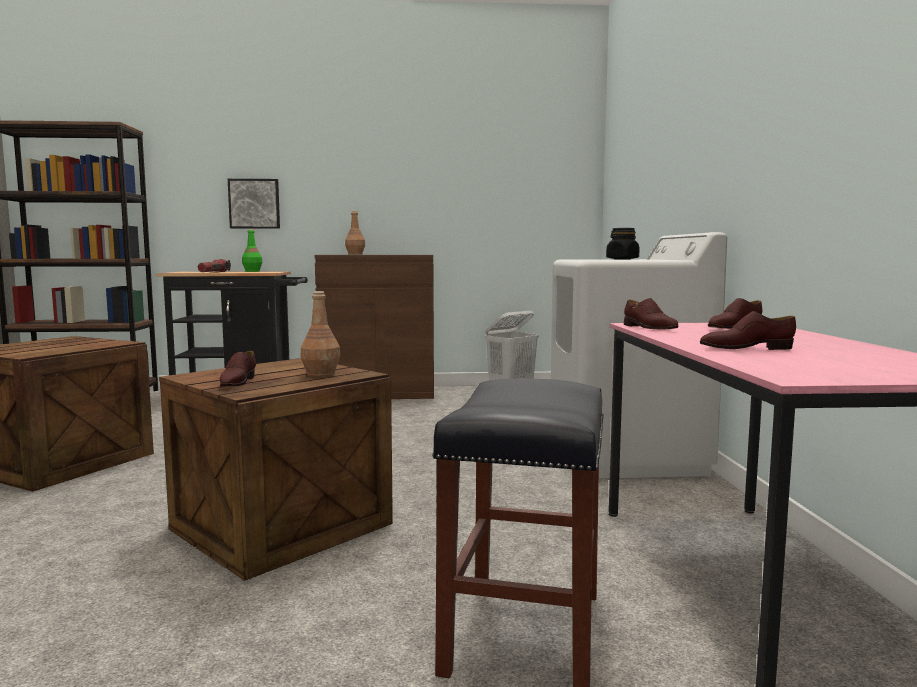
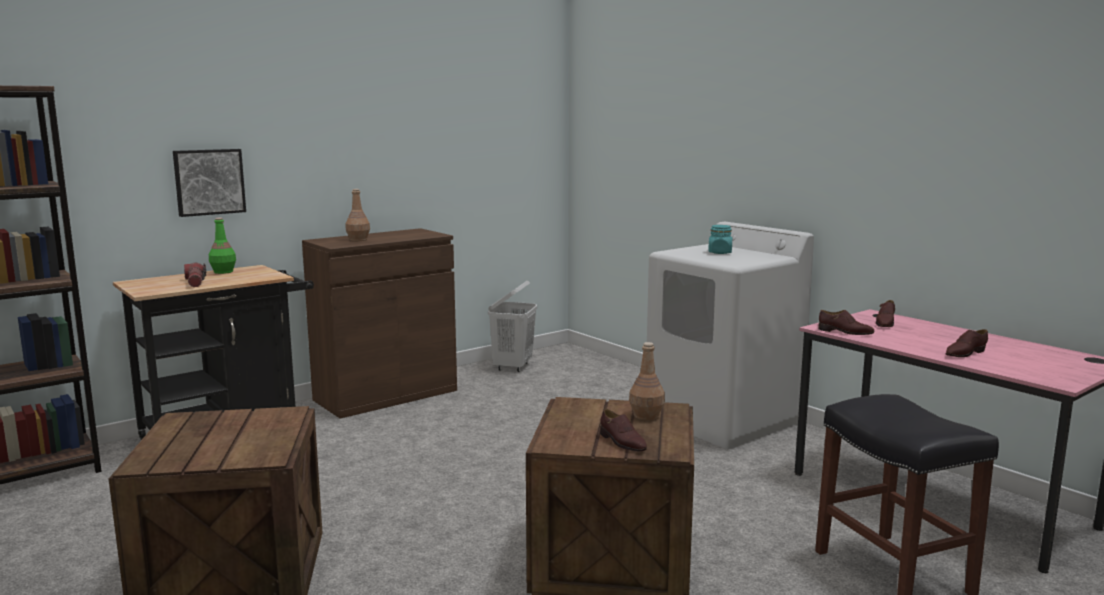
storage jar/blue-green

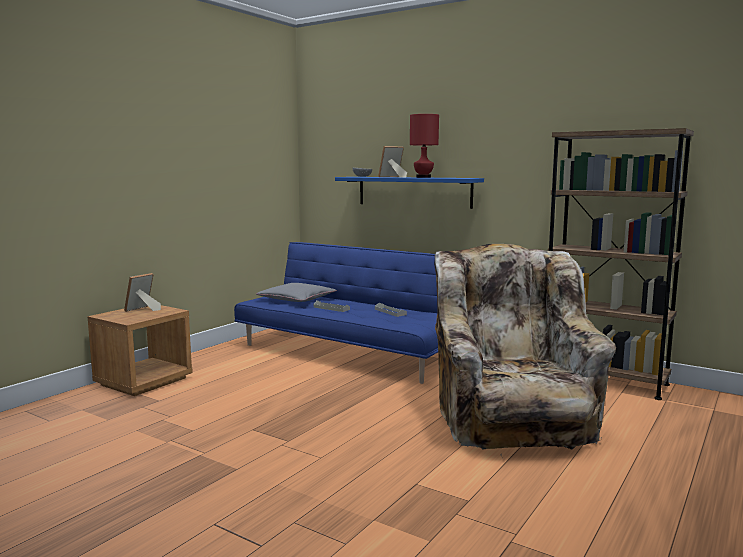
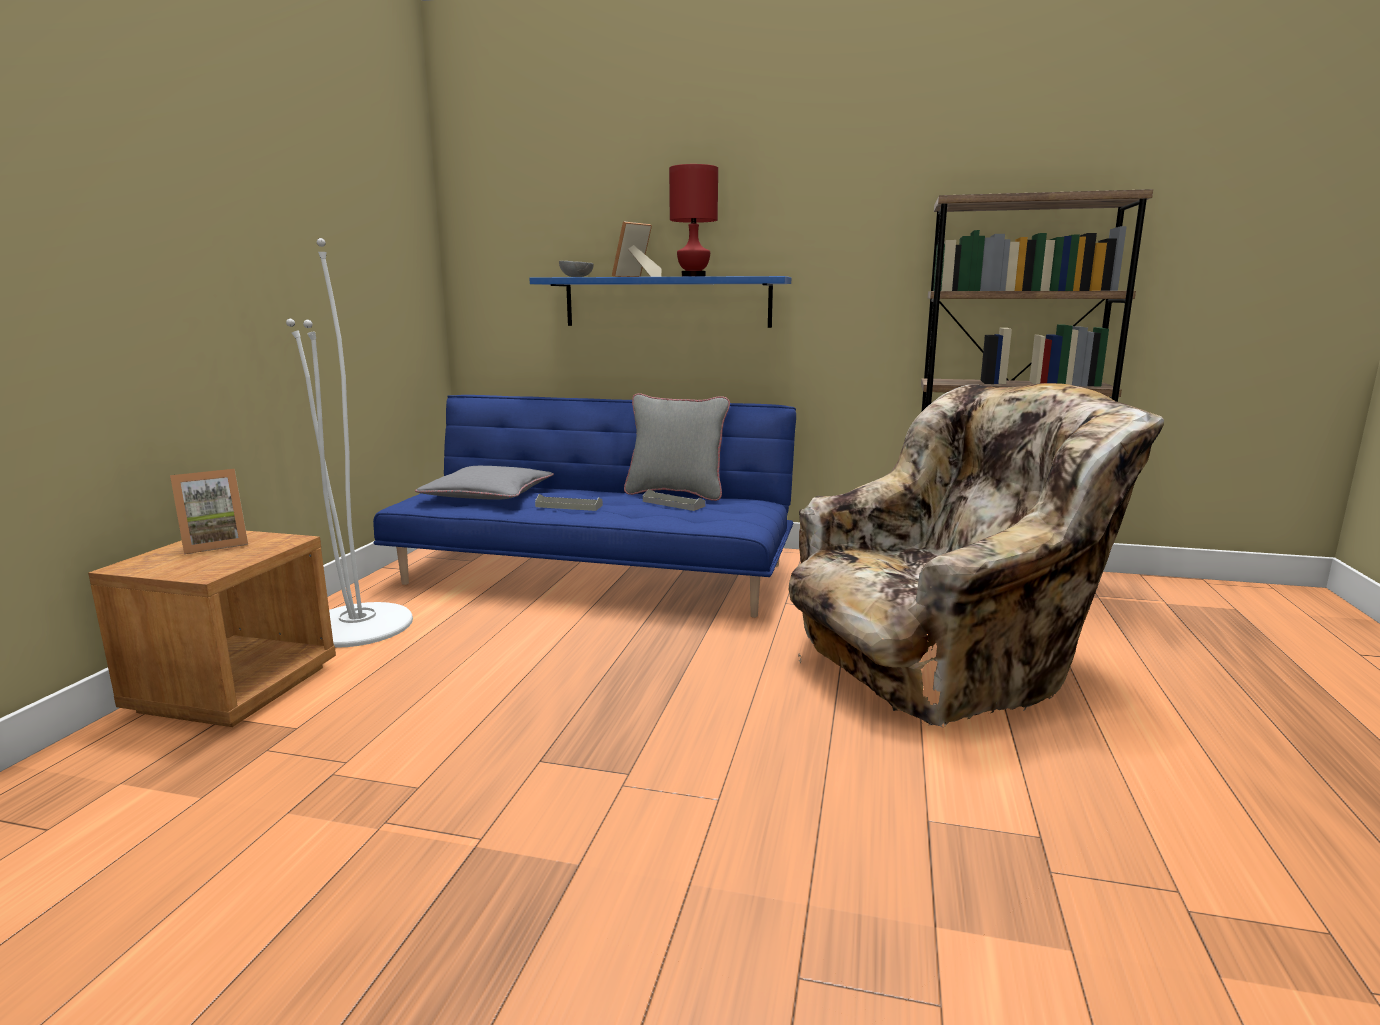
photo frame (no. 1 from left)
armchair/sand-coloured
standard lamp/white-coloured
pillow/gray (no. 2 from left)

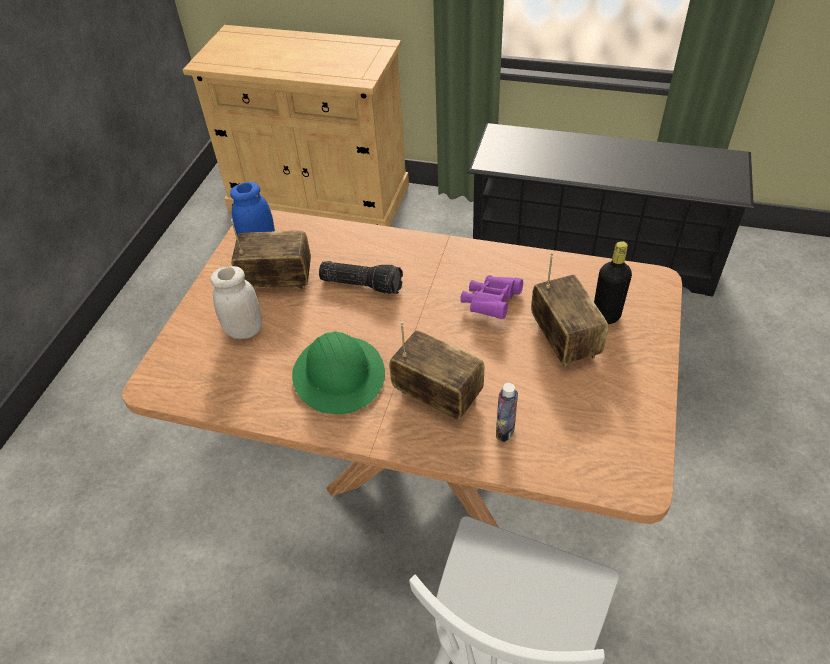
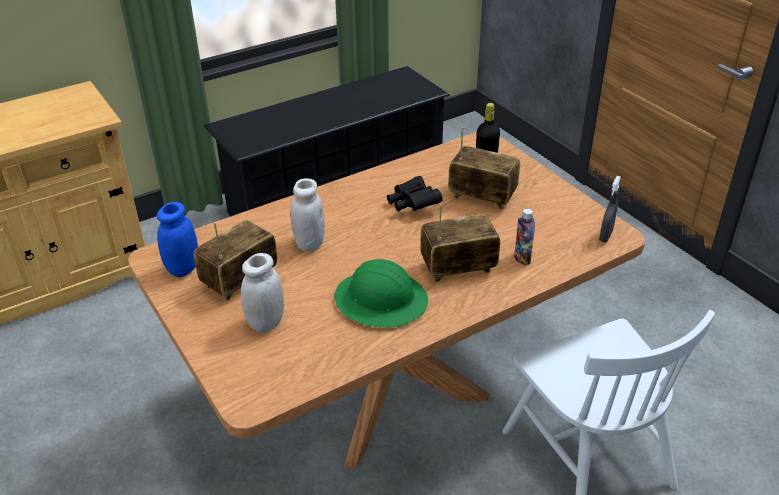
storage jar/white-coloured (no. 2 from left)
pair of binoculars/black-coloured
spray bottle/gray

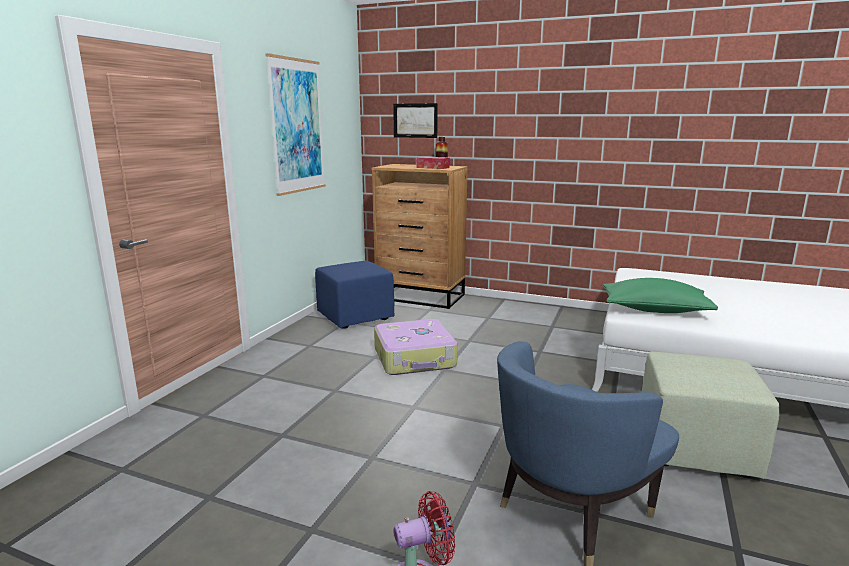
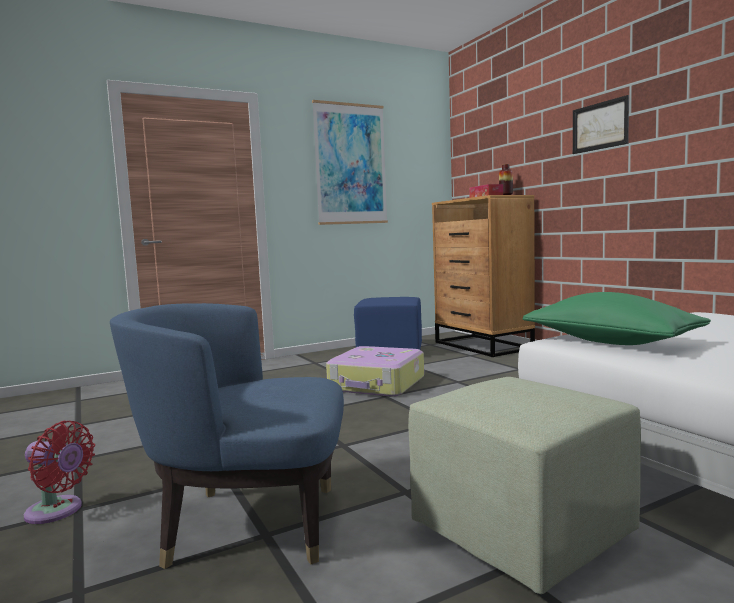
picture (no. 2 from left)

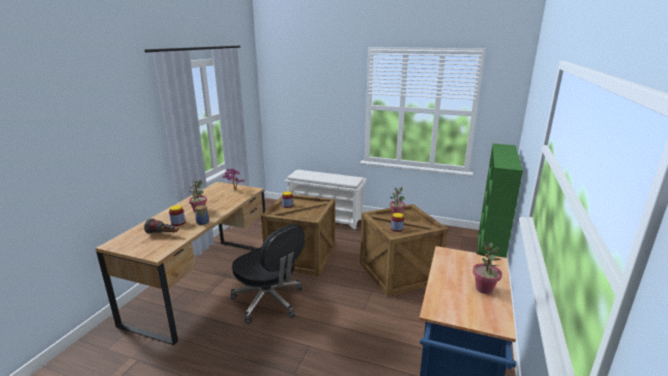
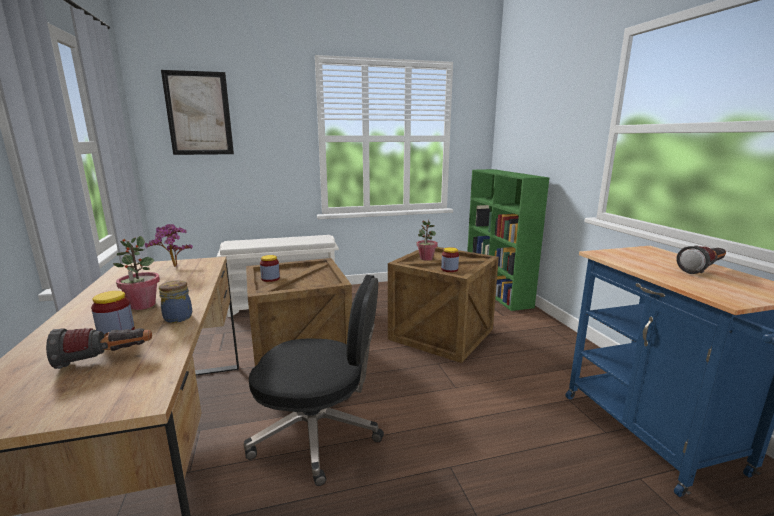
hand torch (no. 2 from left)
picture

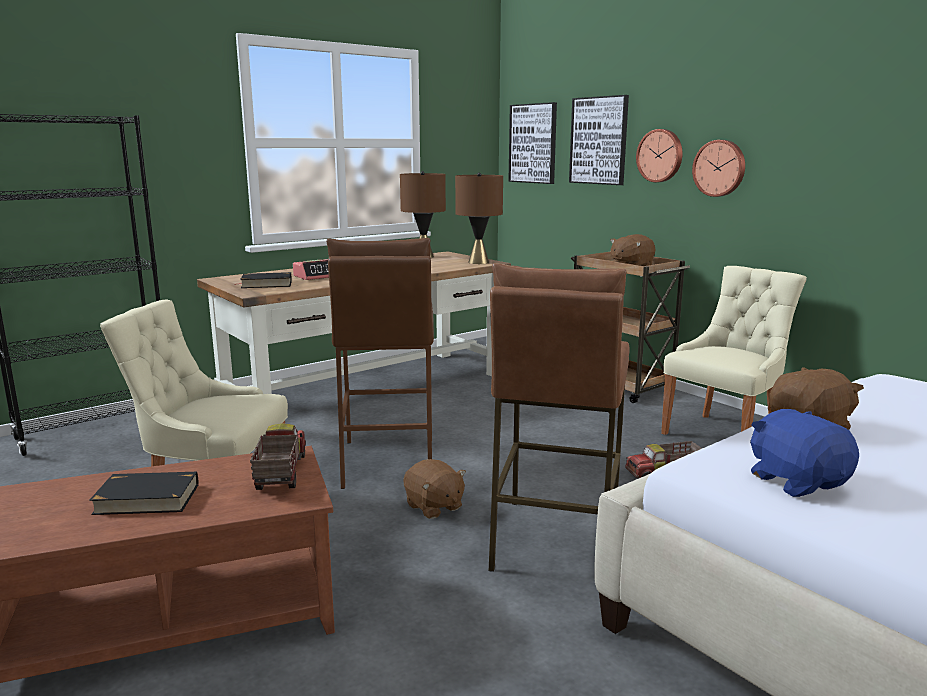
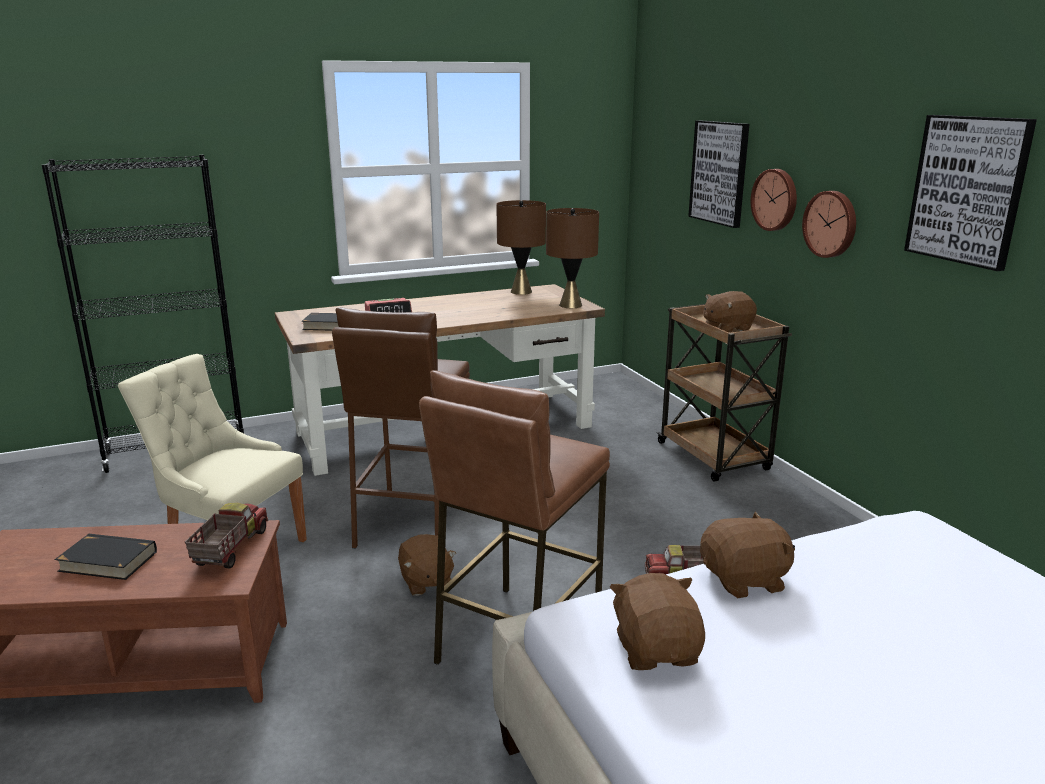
picture (no. 2 from left)
upright chair/sand-coloured (no. 2 from left in the first image)
soft toy/brown (no. 2 from left)

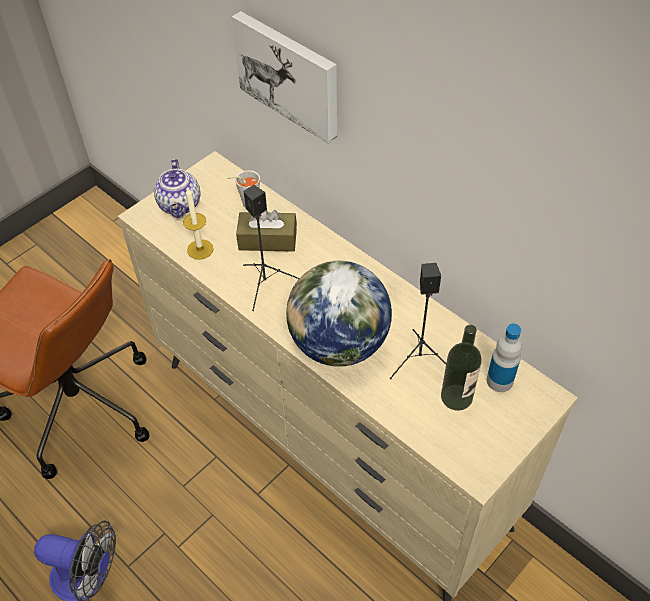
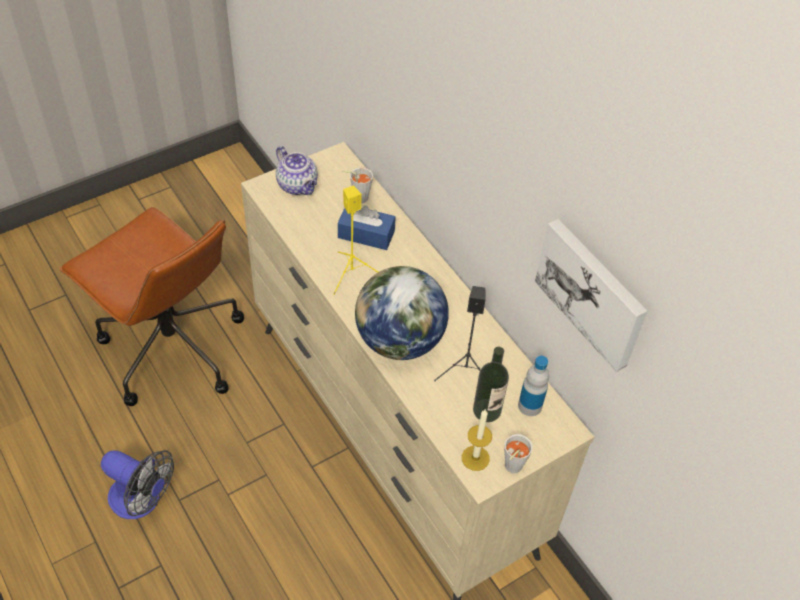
teapot
wax candle
picture
box of tissues/bluish
loudspeaker/yellow
cup/gray (no. 2 from left)

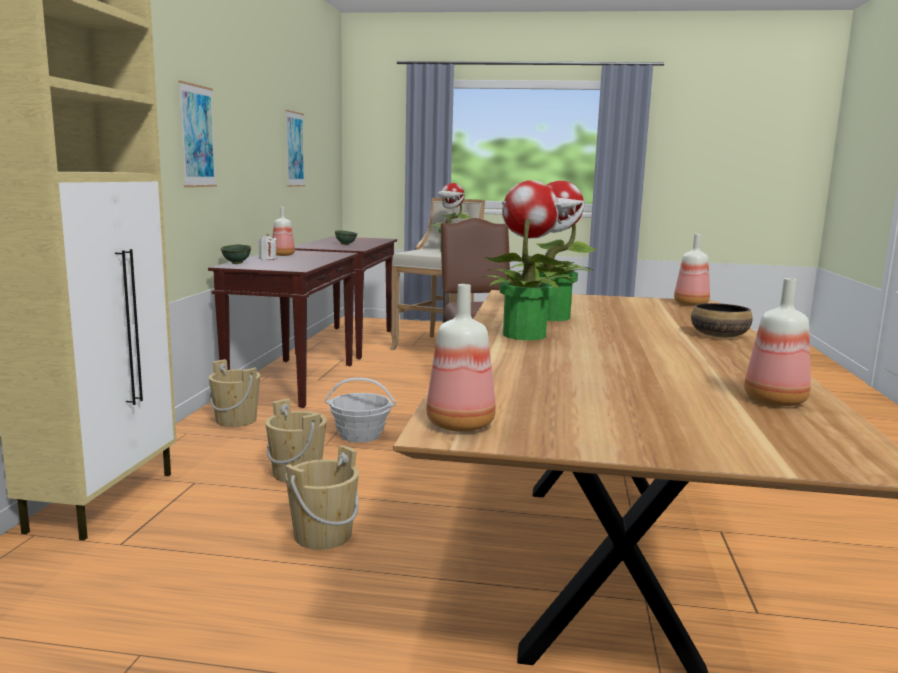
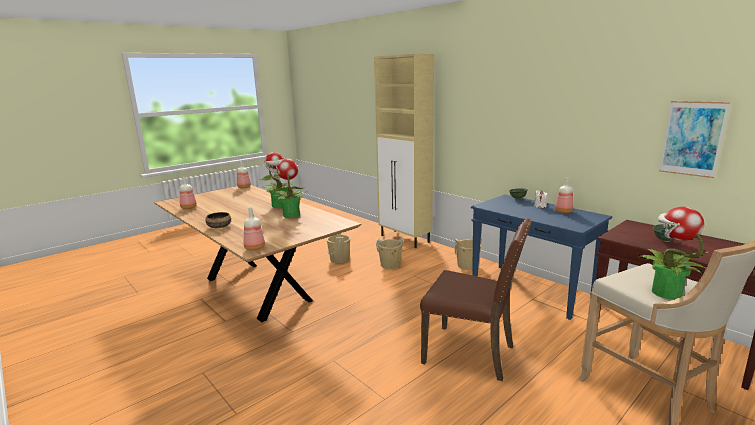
picture (no. 1 from left in the first image)
narrow table/bluish
storage basket

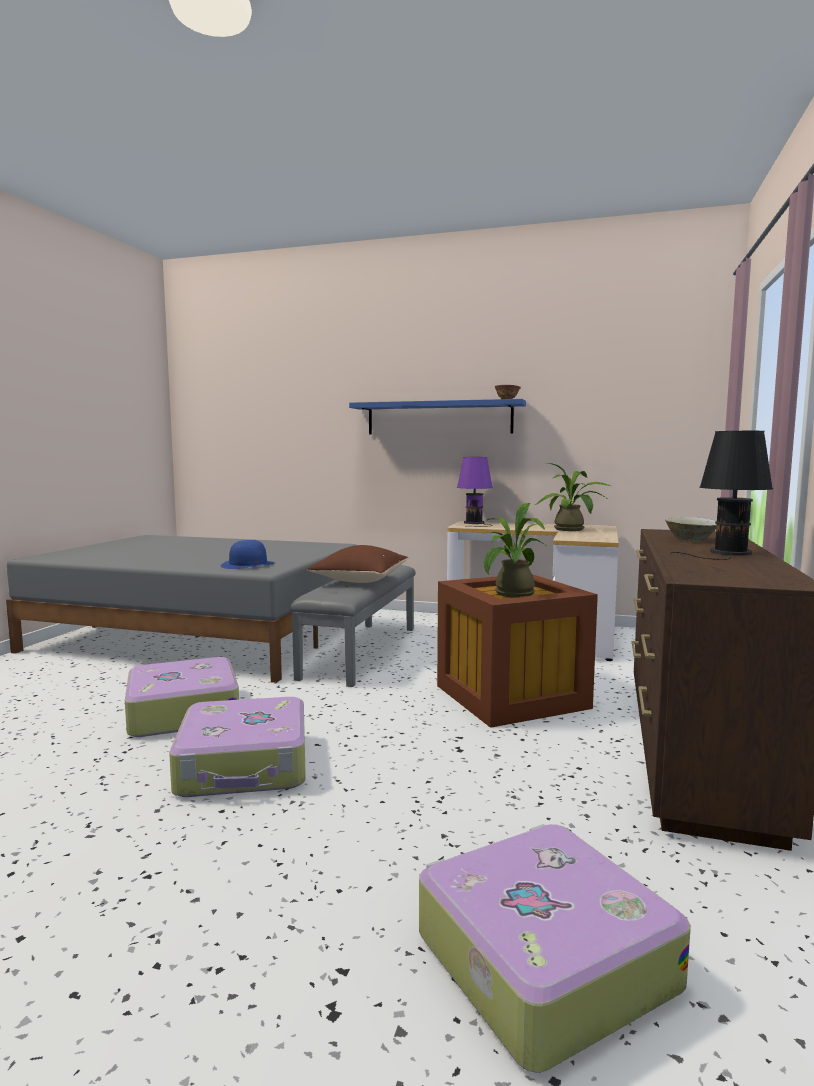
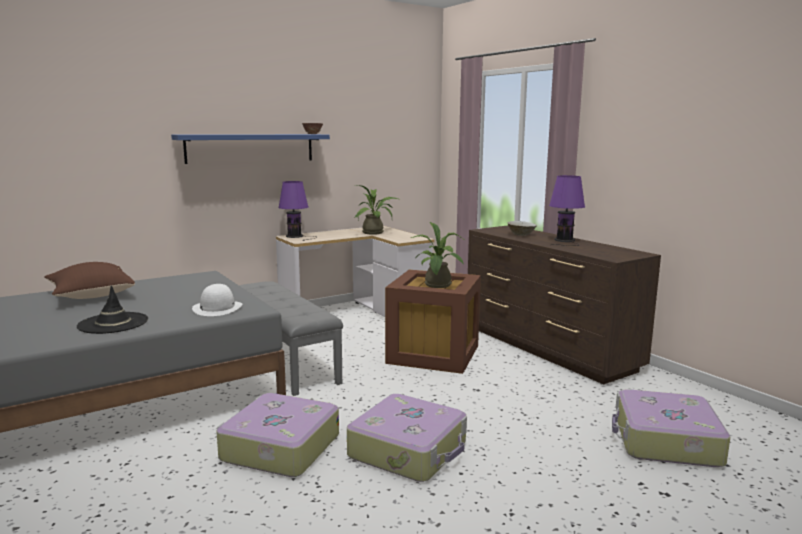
wearable hat/white-coloured
pillow/brown
table lamp/purple-coloured (no. 2 from left)
wearable hat/black-coloured

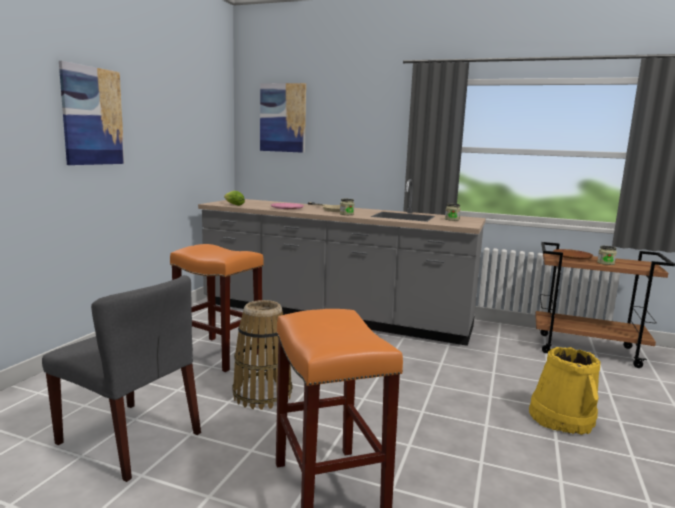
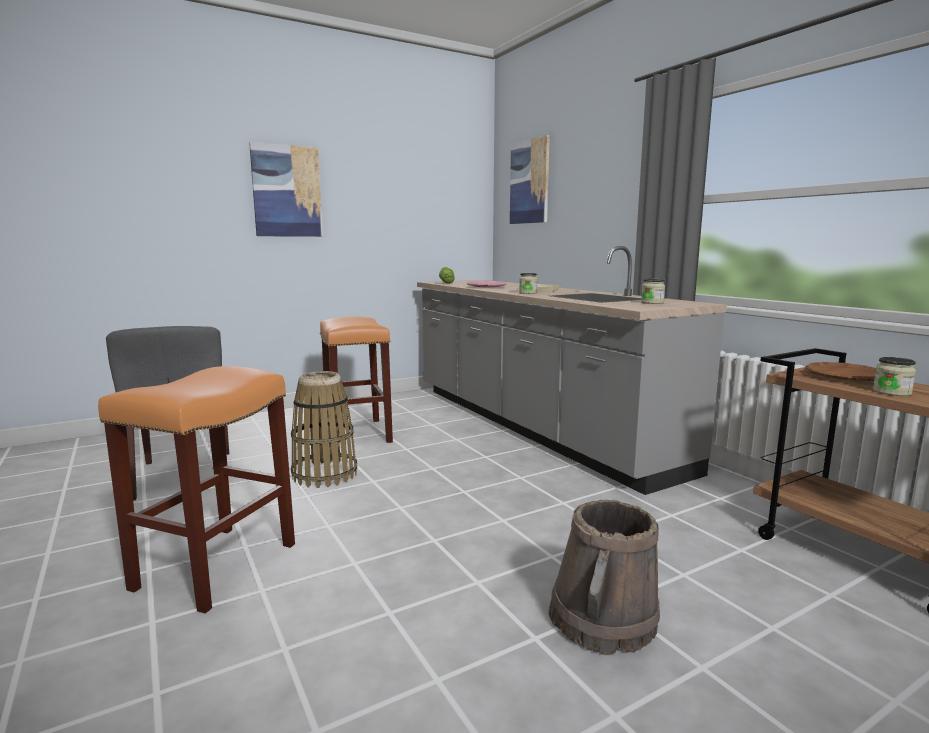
water bucket/brown

